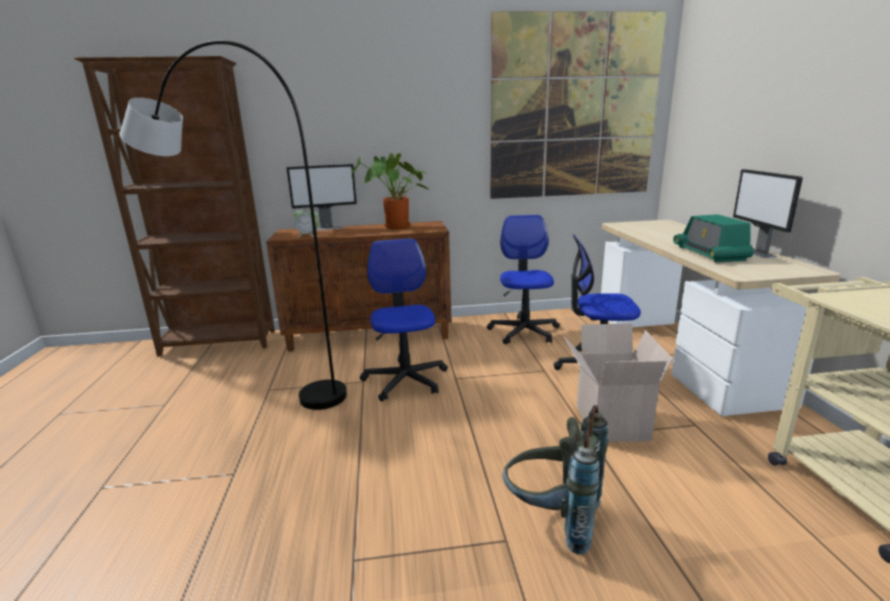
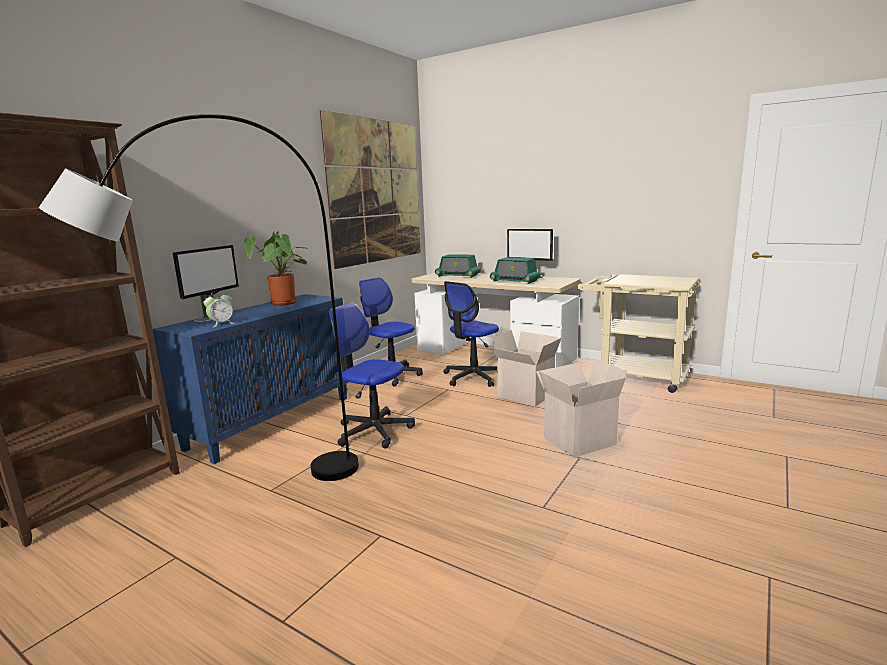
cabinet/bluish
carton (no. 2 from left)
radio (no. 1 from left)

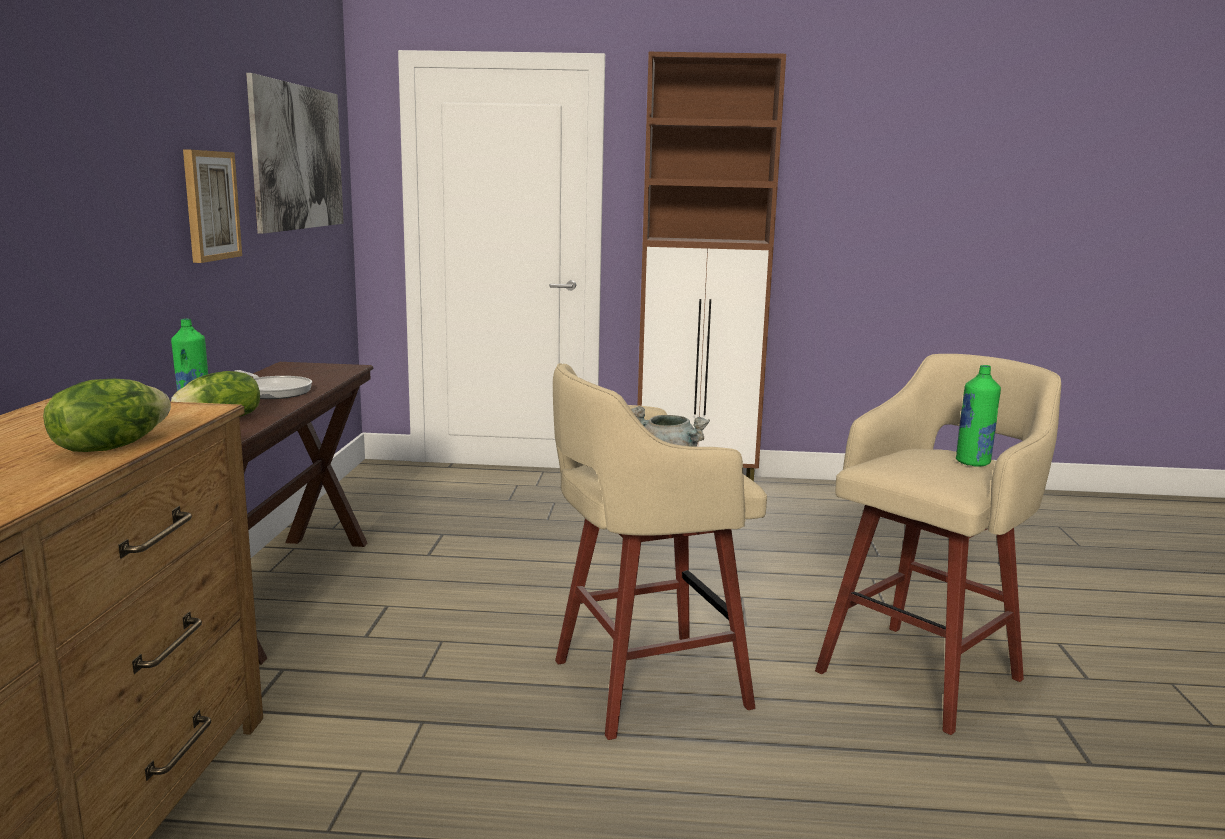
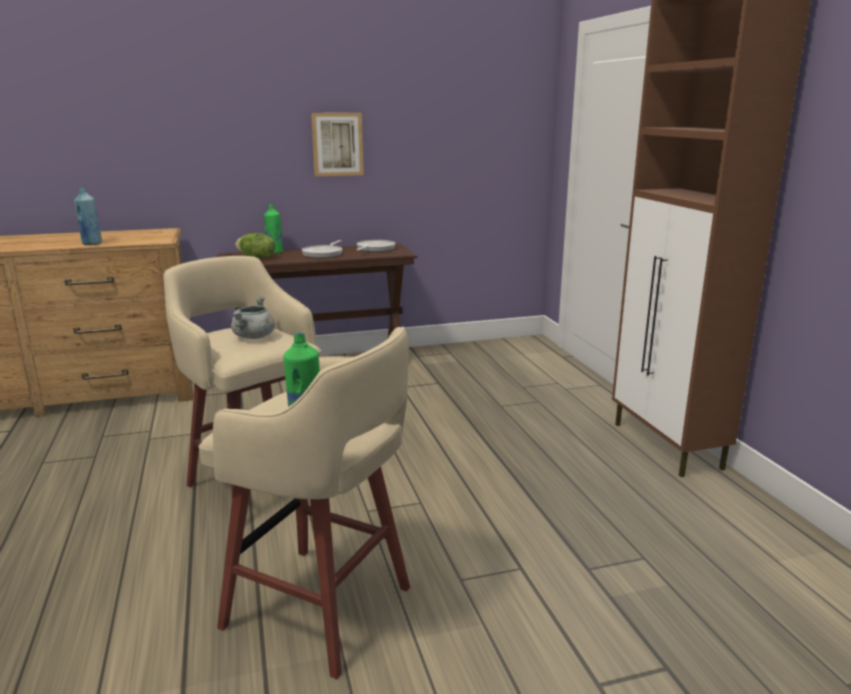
drink bottle/bluish
picture (no. 2 from left in the first image)
skillet (no. 2 from left)

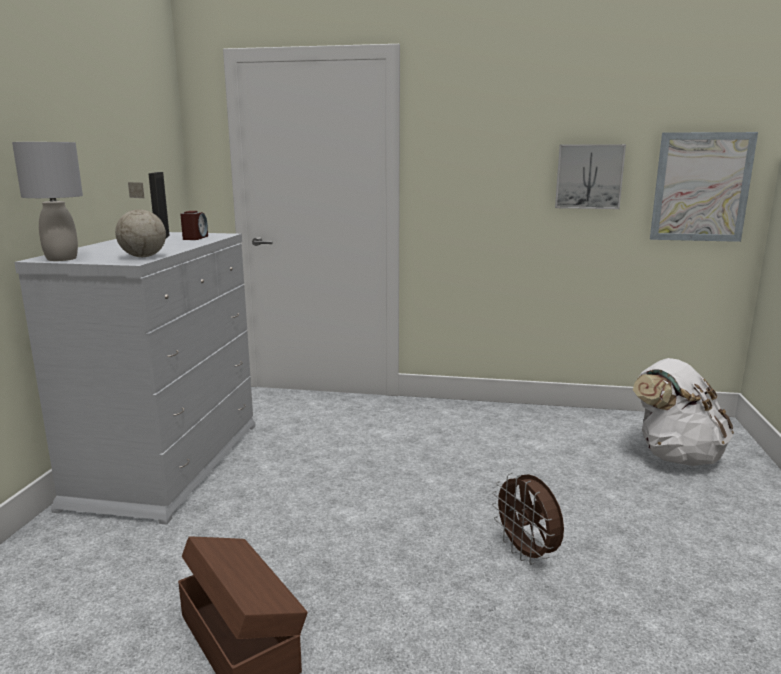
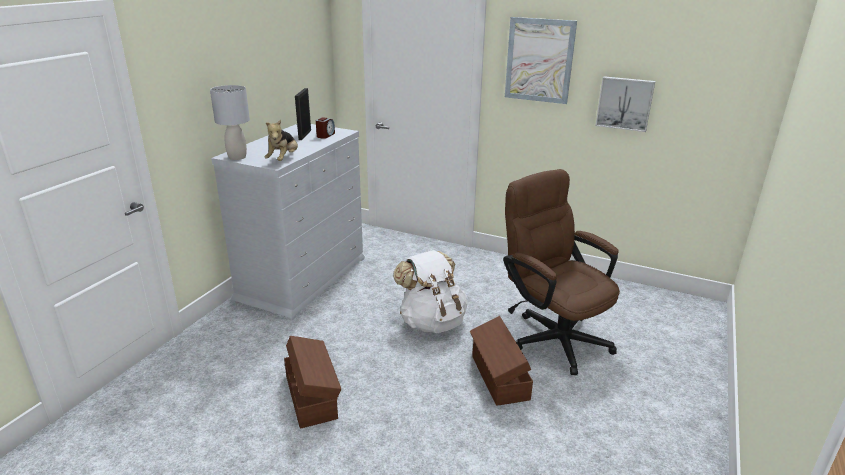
soft toy
storage container/brown (no. 2 from left)
backpack/white-coloured
picture (no. 1 from left)
computer chair/brown

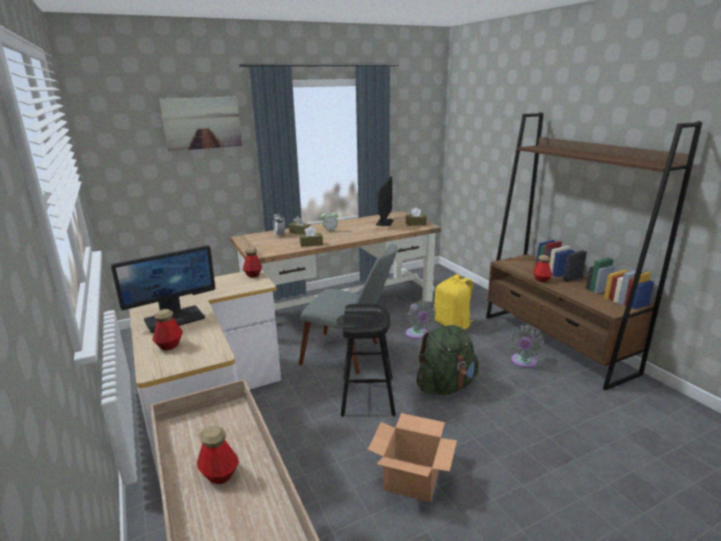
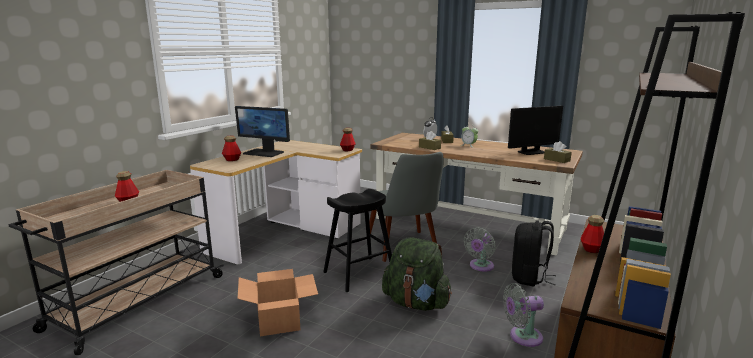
picture
backpack/black-coloured

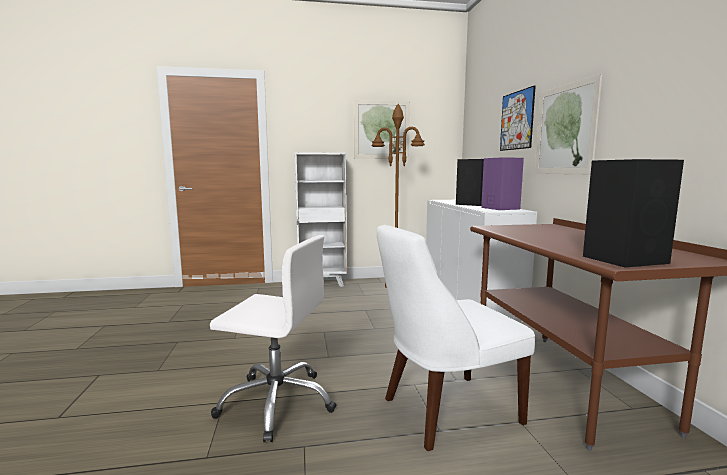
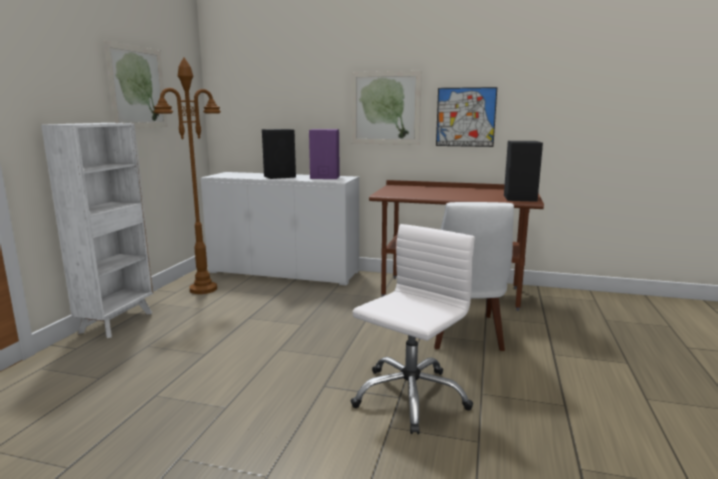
picture (no. 3 from left)

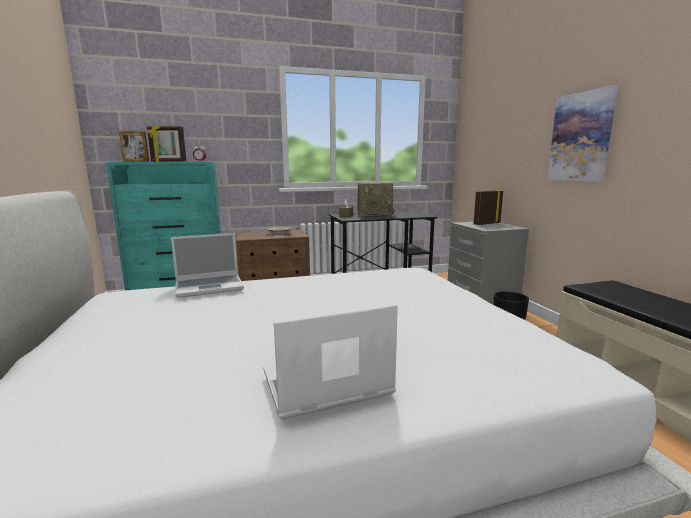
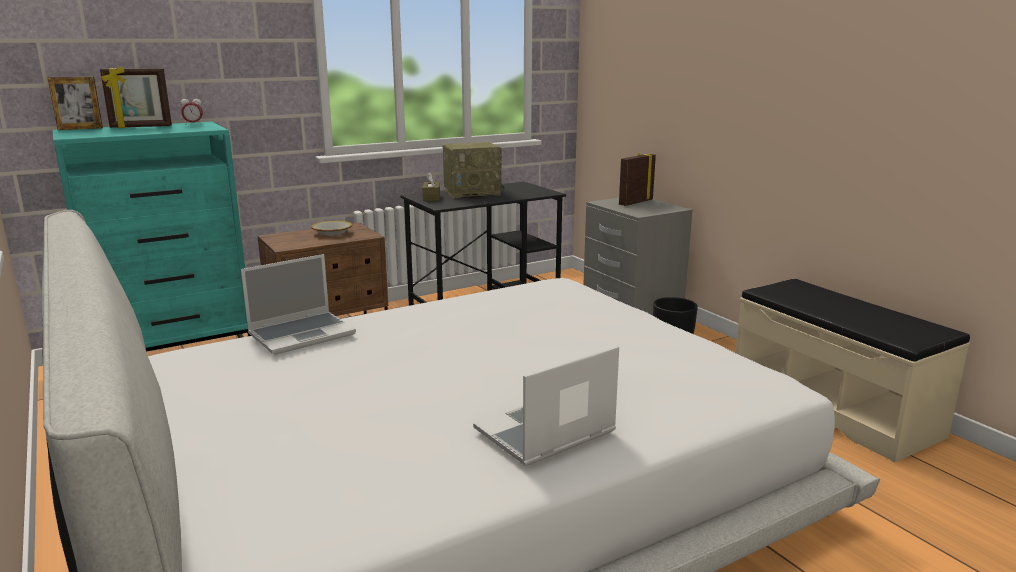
picture

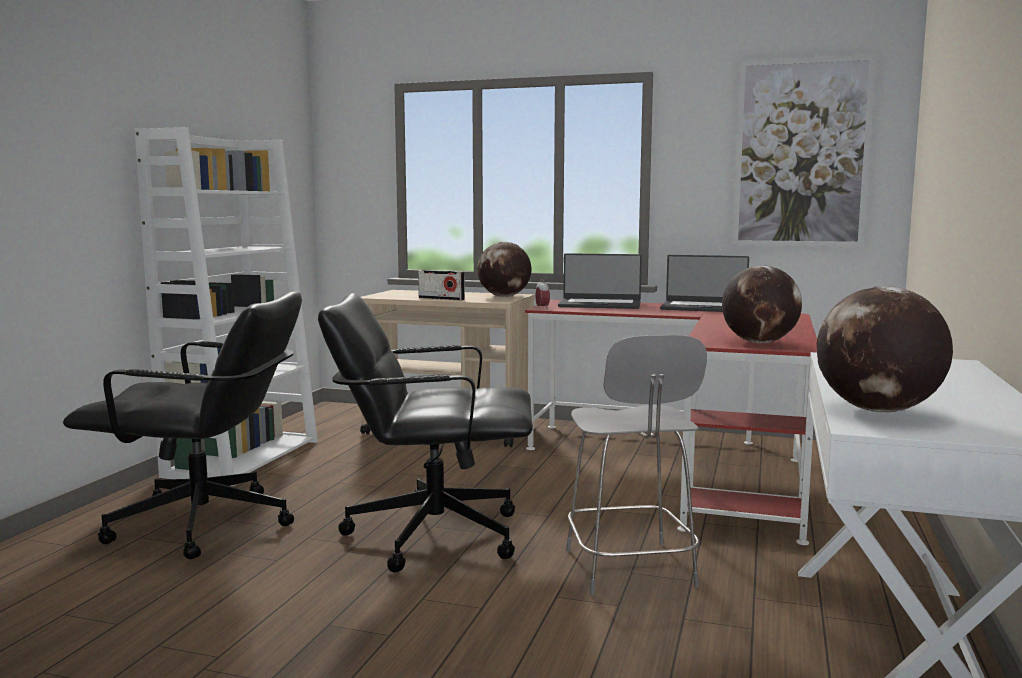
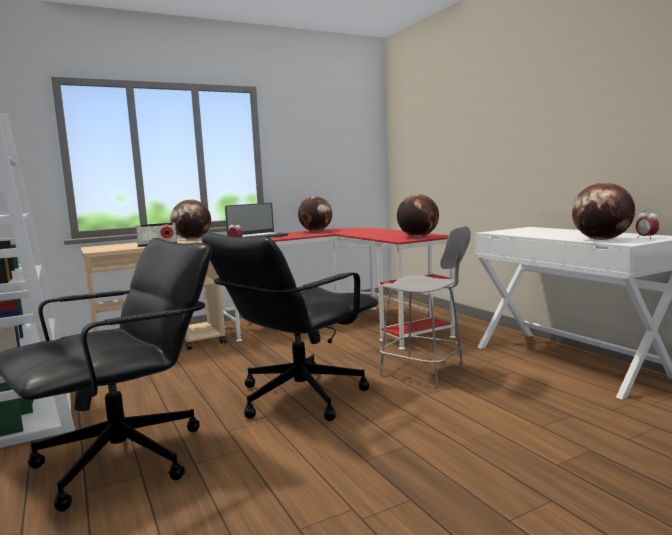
desk globe (no. 2 from left)
picture
bedside clock (no. 2 from left)

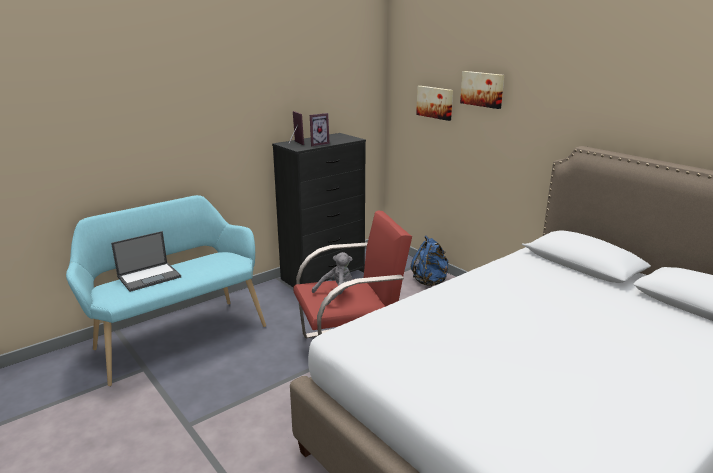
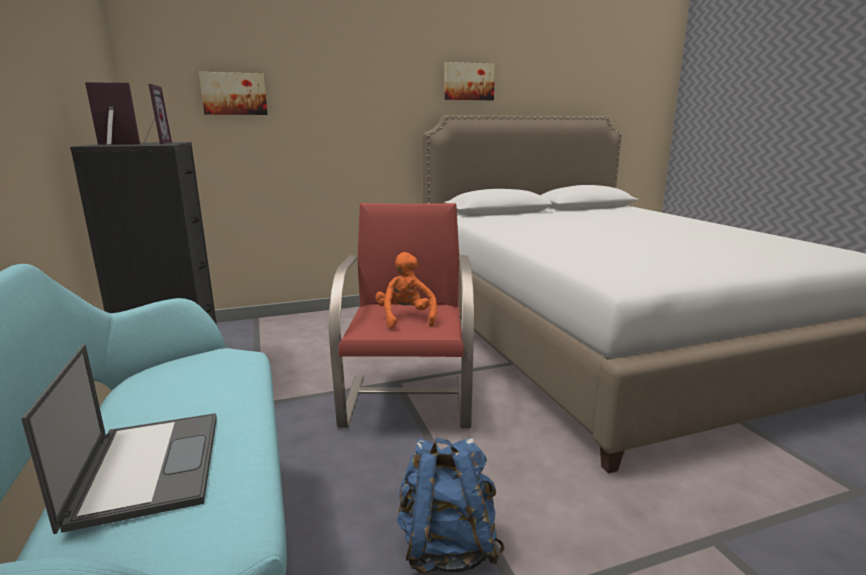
soft toy/orange-coloured
backpack/bluish
picture (no. 2 from left)

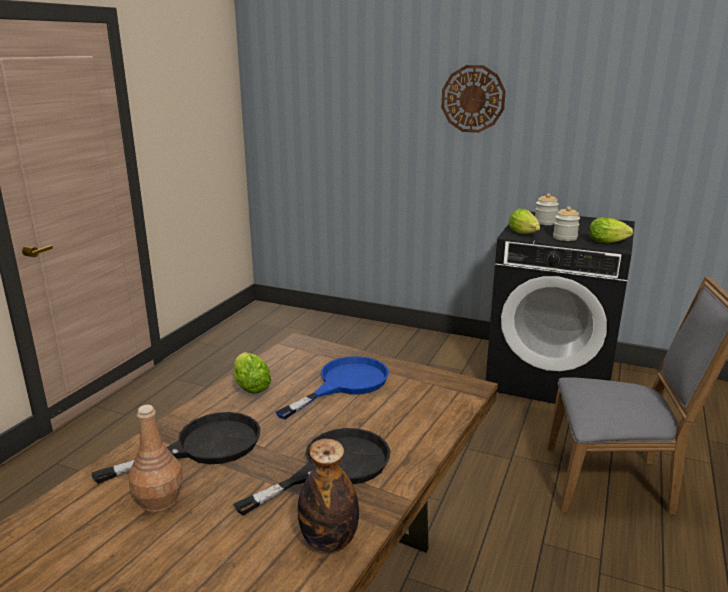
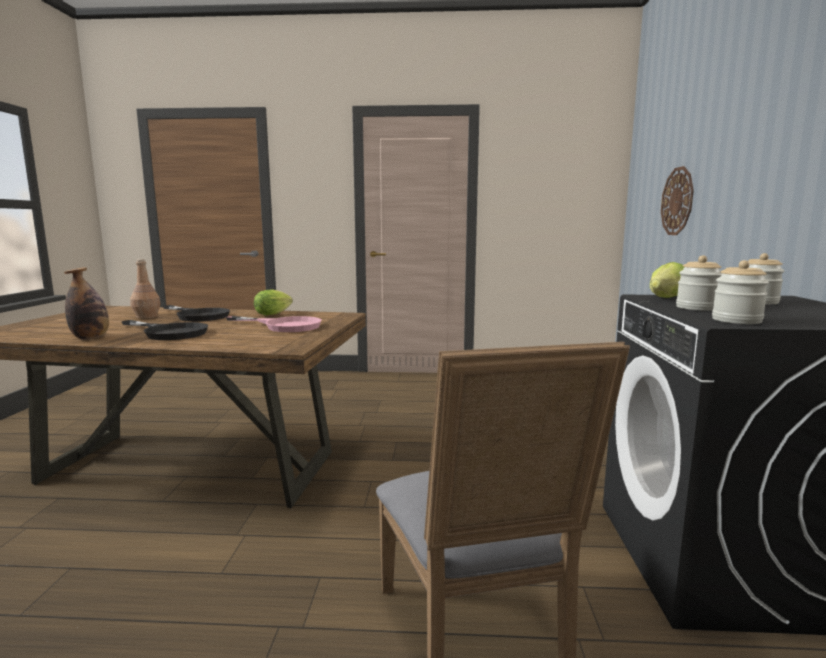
skillet/pink-coloured
clock on the wall
storage jar (no. 2 from left)

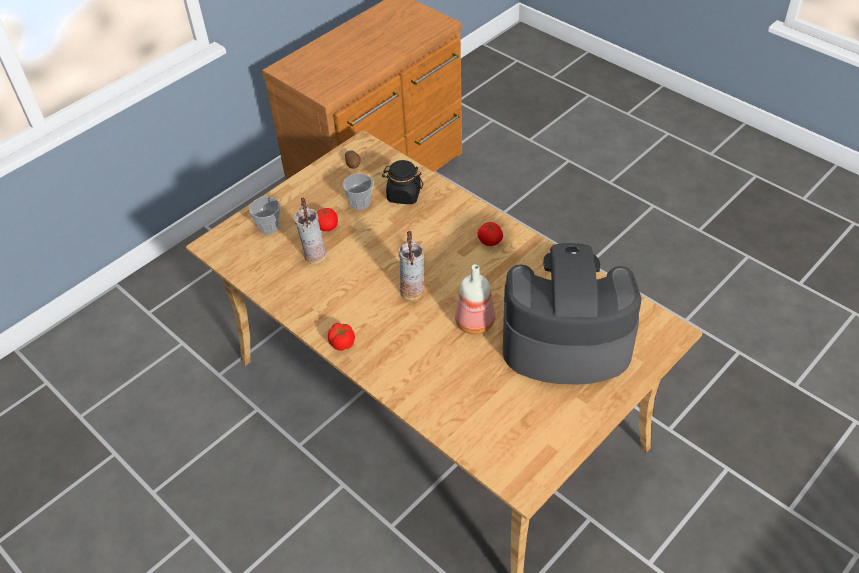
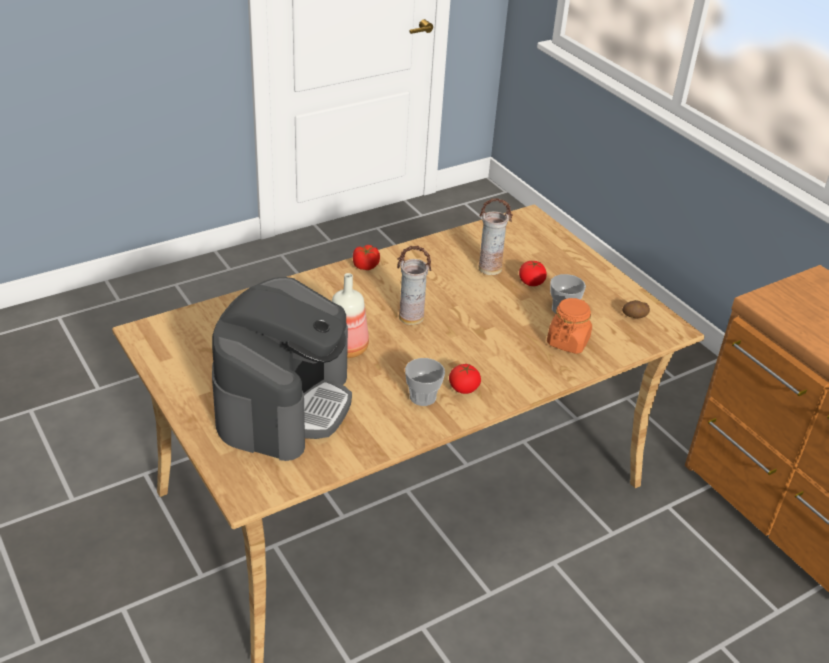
cup (no. 1 from left)
storage jar/orange-coloured

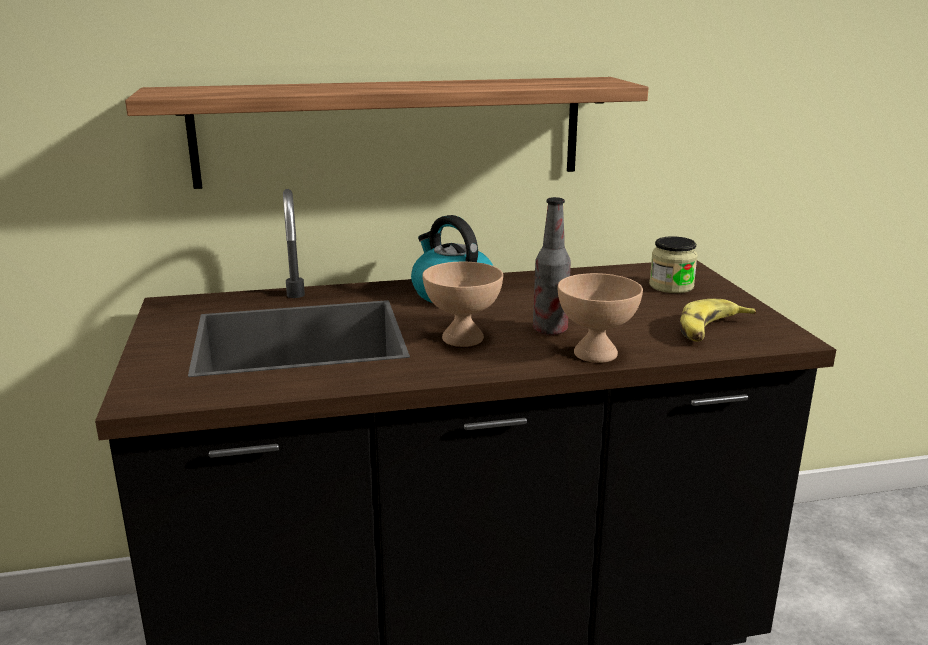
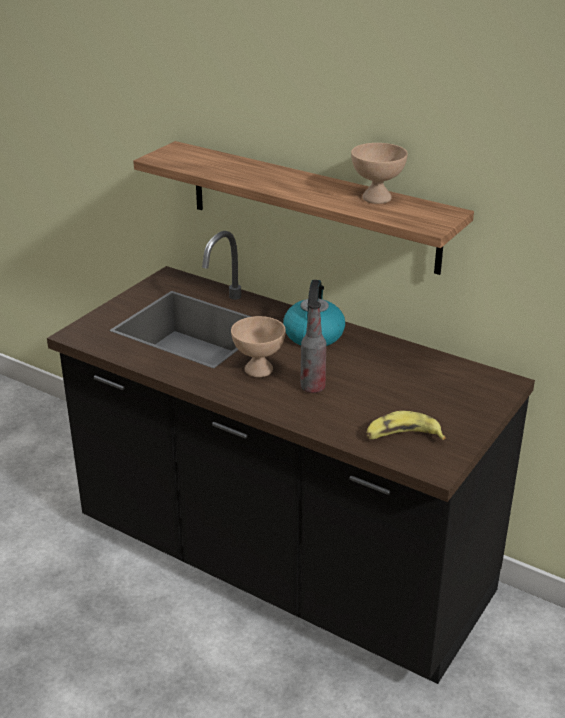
deep dish/sand-coloured (no. 2 from left)
storage jar

